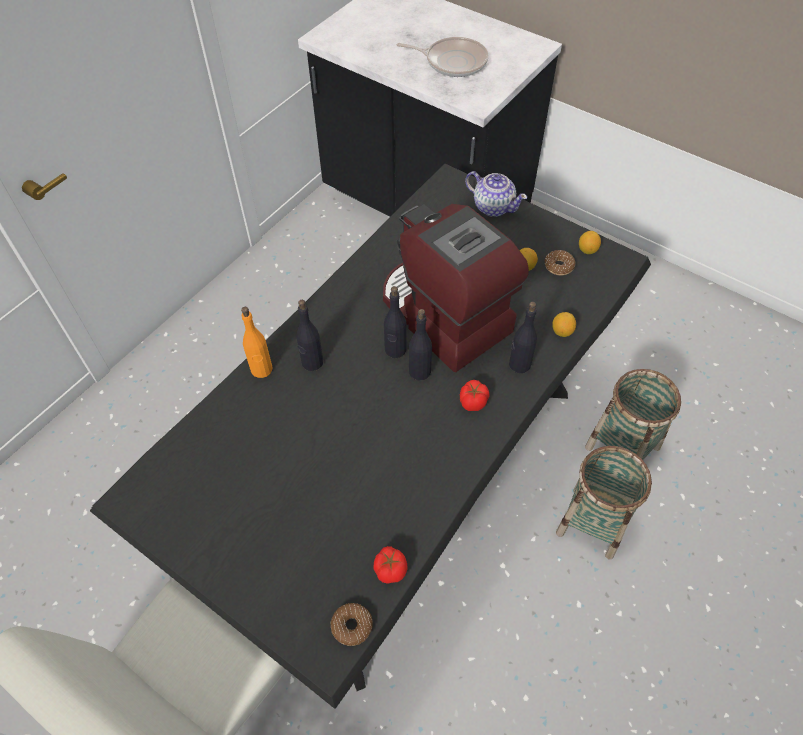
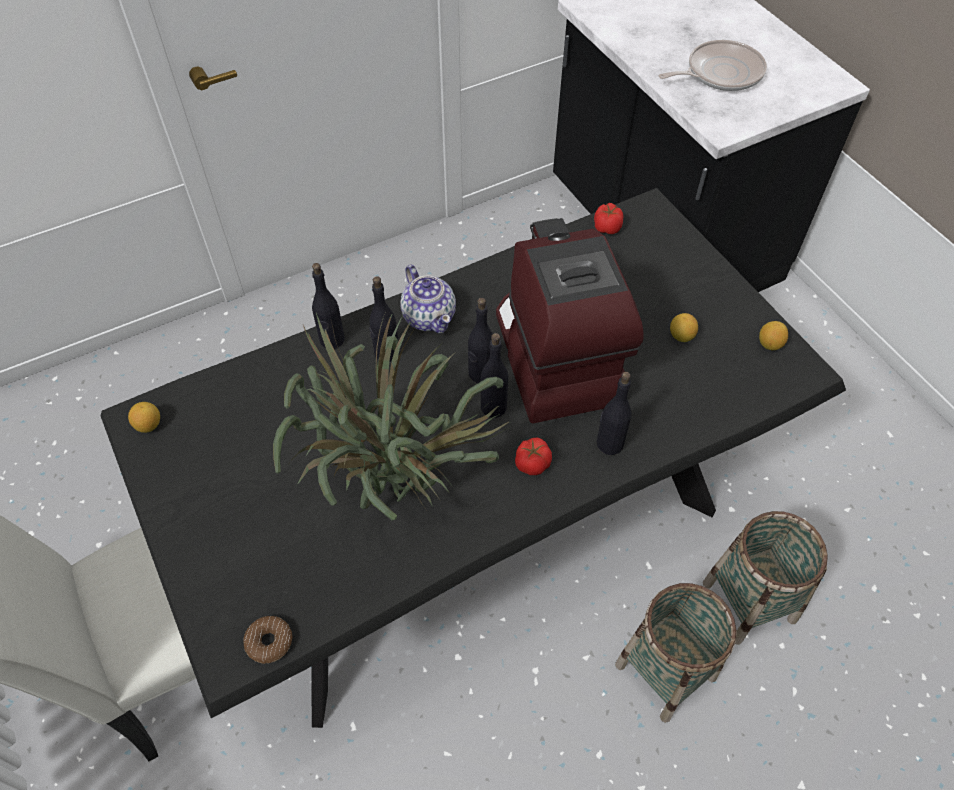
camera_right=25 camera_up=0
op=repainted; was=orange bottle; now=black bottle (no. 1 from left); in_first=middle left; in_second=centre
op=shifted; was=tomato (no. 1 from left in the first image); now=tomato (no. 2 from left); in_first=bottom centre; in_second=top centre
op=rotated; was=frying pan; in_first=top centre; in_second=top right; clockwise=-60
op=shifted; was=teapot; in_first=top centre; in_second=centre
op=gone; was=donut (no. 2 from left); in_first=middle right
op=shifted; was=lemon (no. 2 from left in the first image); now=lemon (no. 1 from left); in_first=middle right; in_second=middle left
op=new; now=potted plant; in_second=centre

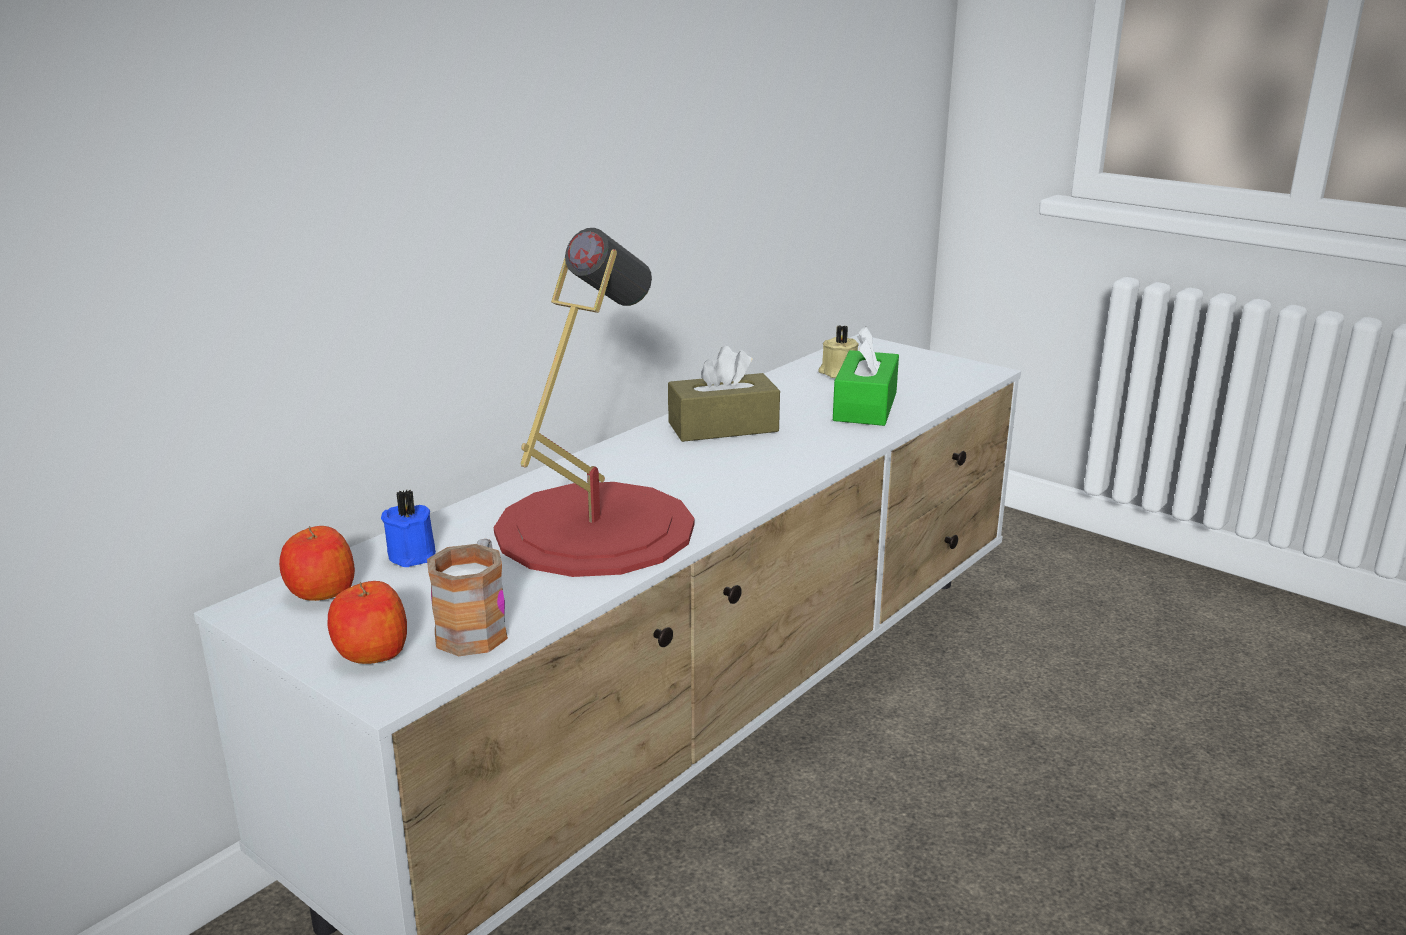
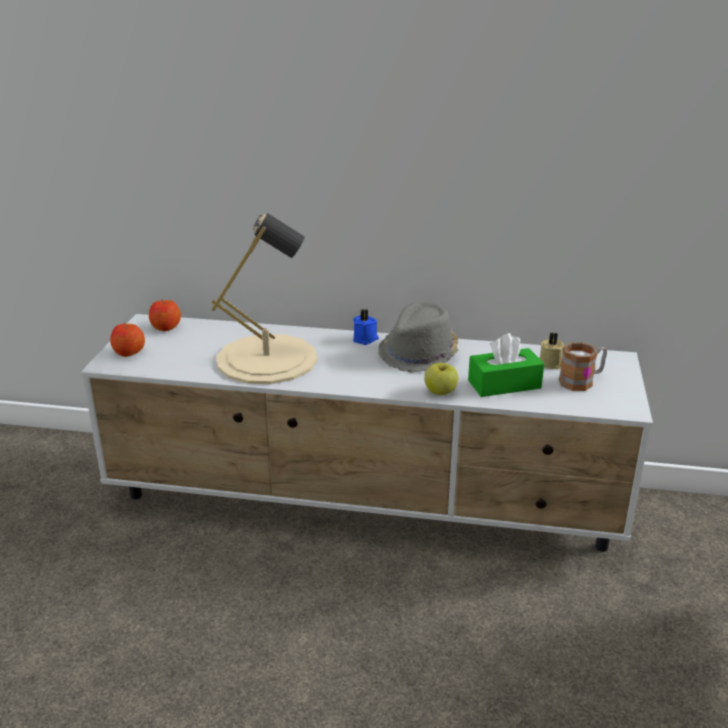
camera_right=60 camera_up=5
op=shifted; was=blue candle; in_first=middle left; in_second=centre
op=shifted; was=mug; in_first=middle left; in_second=middle right
op=repainted; was=red table lamp; now=beige table lamp; in_first=centre; in_second=centre
op=swapped; was=brown tissue box; now=grey hat; in_first=centre; in_second=centre
op=new; now=apple (no. 3 from left); in_second=centre

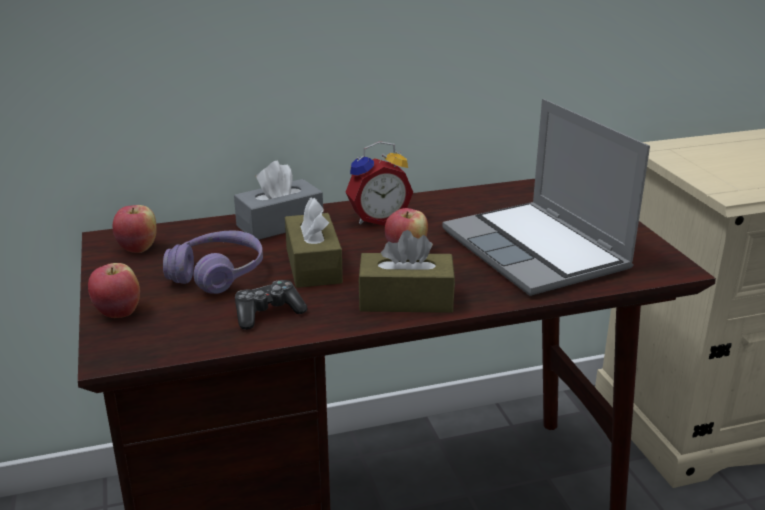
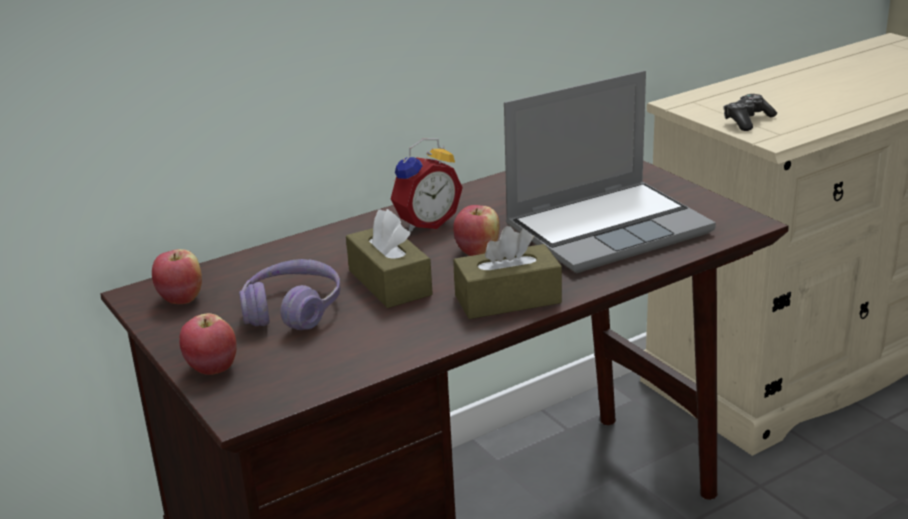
camera_right=-15 camera_up=0
op=gone; was=grey tissue box; in_first=centre
op=shifted; was=game controller; in_first=centre; in_second=top right
op=rotated; was=laptop; in_first=middle right; in_second=top right; clockwise=-75

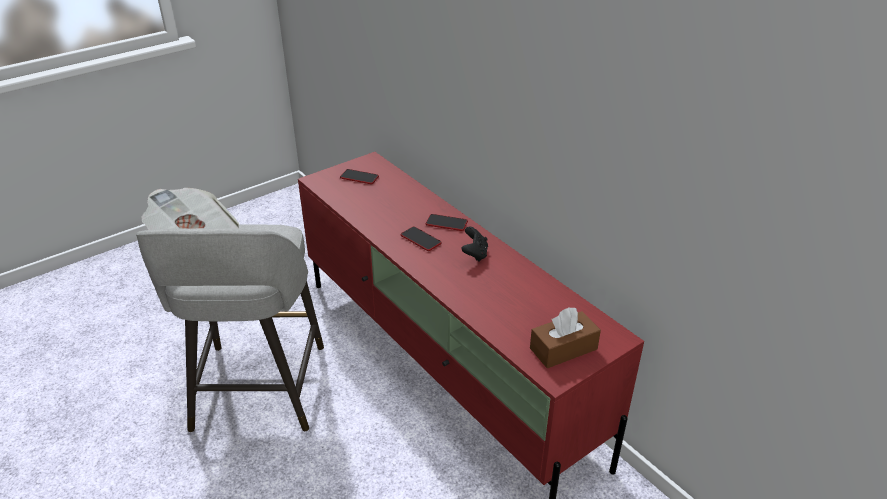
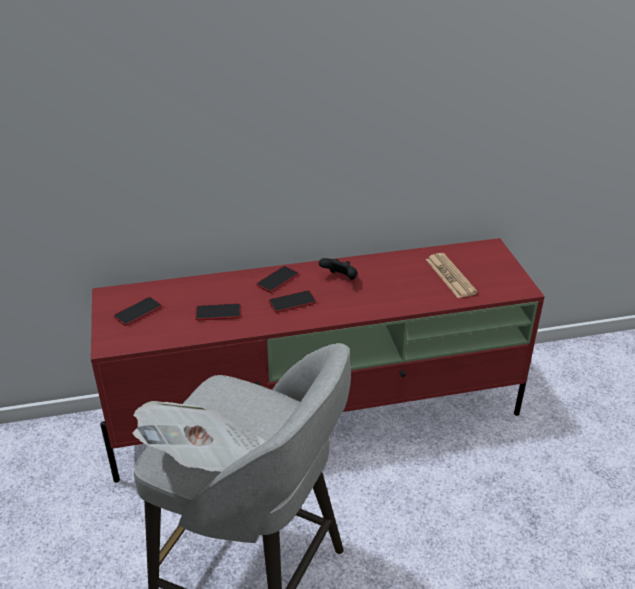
camera_right=-65 camera_up=0
op=gone; was=brown tissue box; in_first=bottom centre
op=new; now=phone (no. 2 from left); in_second=centre
op=new; now=newspaper (no. 2 from left); in_second=middle right

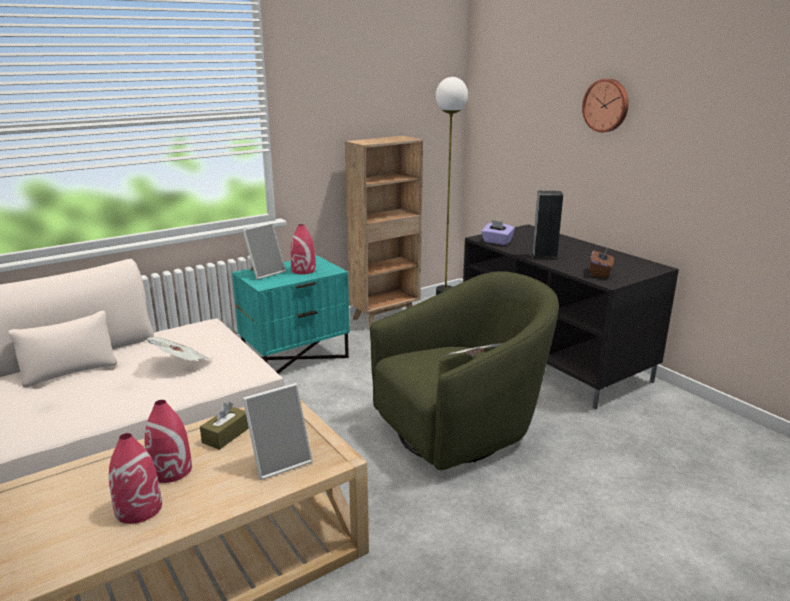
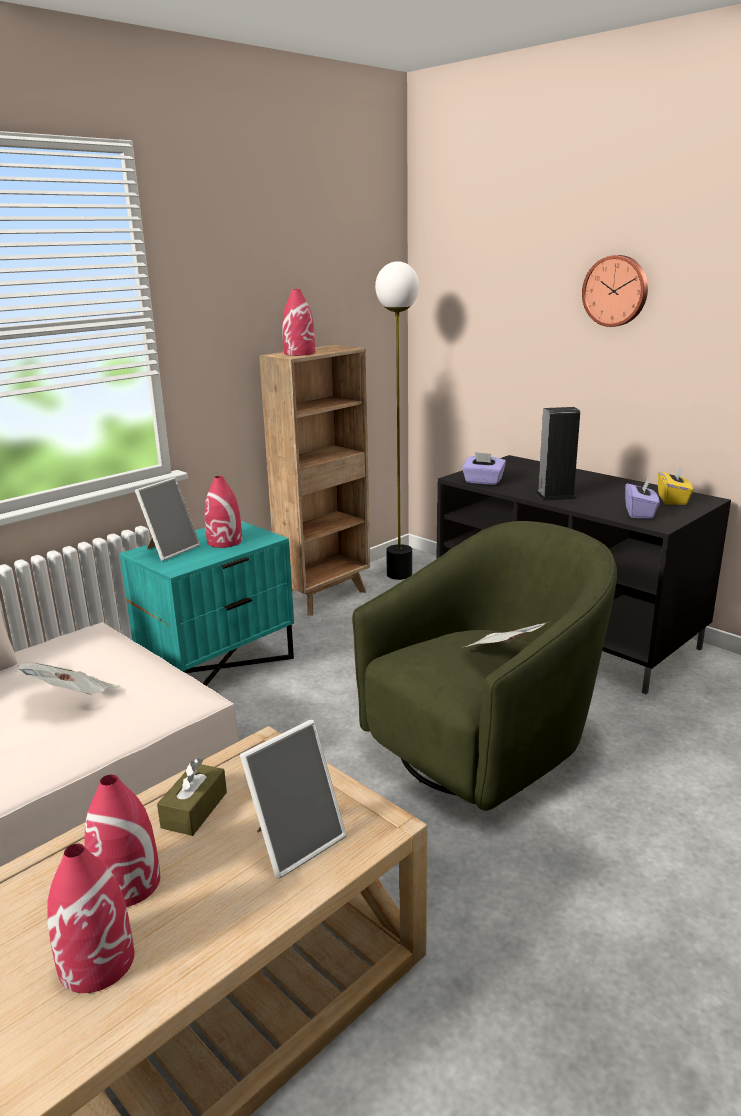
camera_right=-10 camera_up=0
op=repainted; was=brown tissue box (no. 2 from left); now=purple tissue box (no. 2 from left); in_first=middle right; in_second=middle right
op=new; now=red vase (no. 4 from left); in_second=top centre
op=new; now=yellow tissue box; in_second=middle right

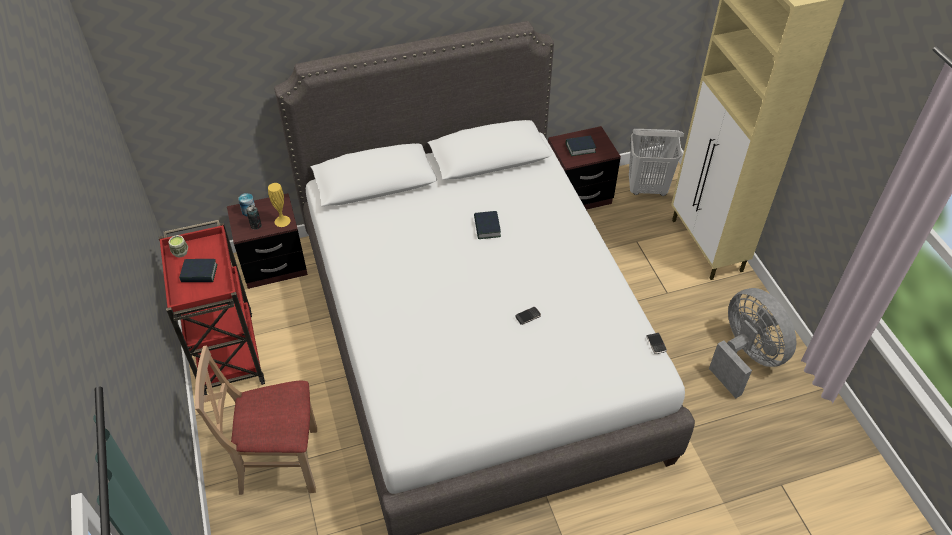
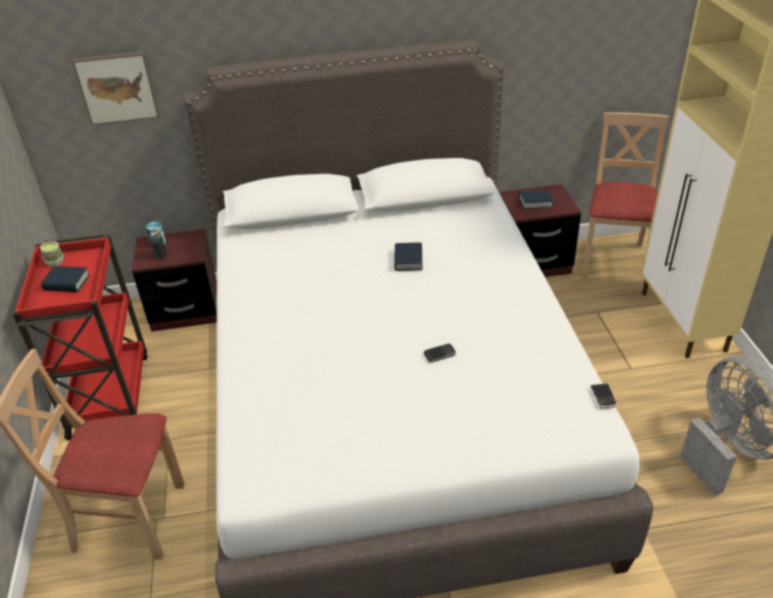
camera_right=10 camera_up=-10
op=gone; was=yellow vase; in_first=middle left
op=swapped; was=white laundry basket; now=beige chair (no. 2 from left); in_first=top right; in_second=top right
op=new; now=picture; in_second=top left

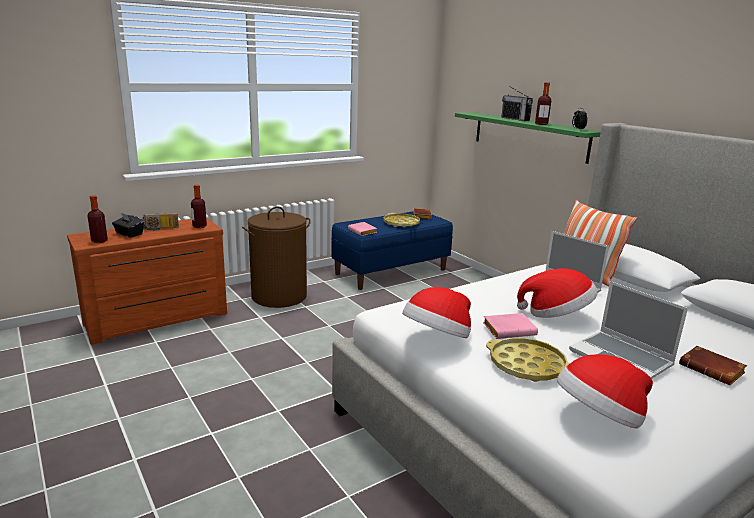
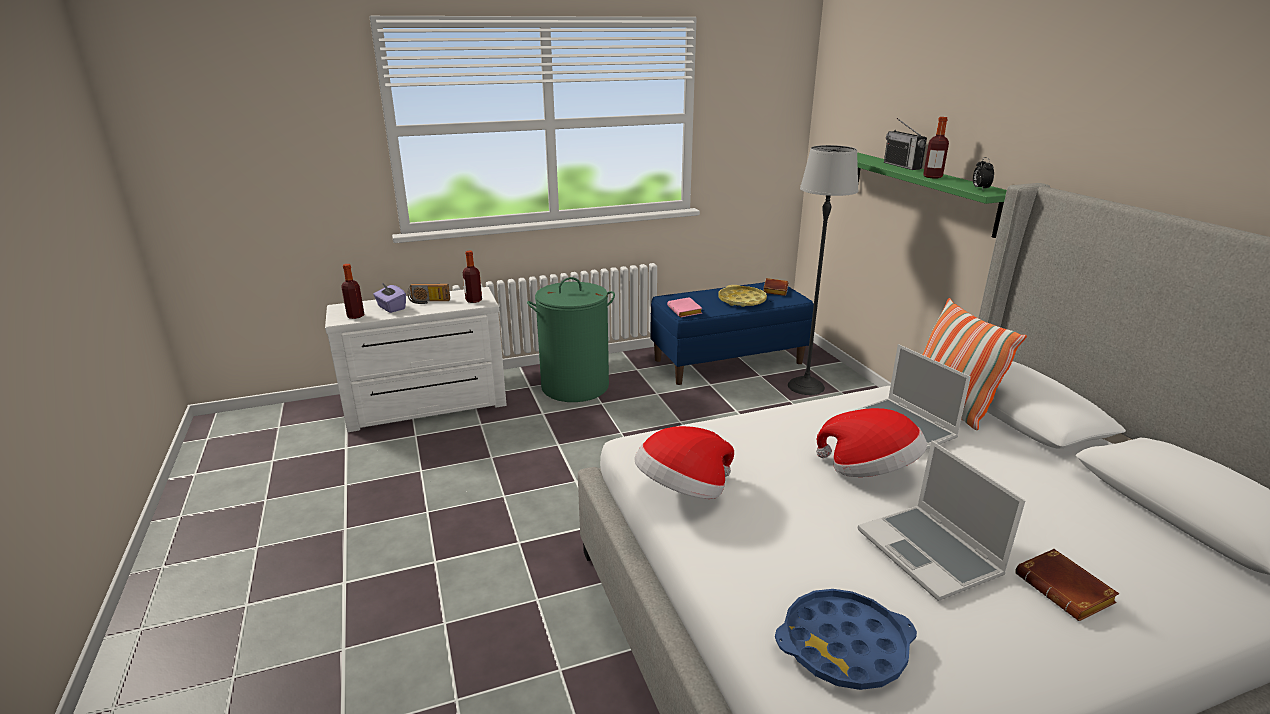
camera_right=15 camera_up=5
op=repainted; was=brown dresser; now=white dresser; in_first=middle left; in_second=middle left
op=repainted; was=black tissue box; now=purple tissue box; in_first=middle left; in_second=middle left
op=repainted; was=brown laundry basket; now=green laundry basket; in_first=centre; in_second=centre
op=gone; was=pink book (no. 2 from left); in_first=middle right
op=gone; was=yellow tray (no. 2 from left); in_first=bottom right
op=swapped; was=hat (no. 3 from left); now=blue tray; in_first=bottom right; in_second=bottom centre
op=new; now=floor lamp; in_second=centre

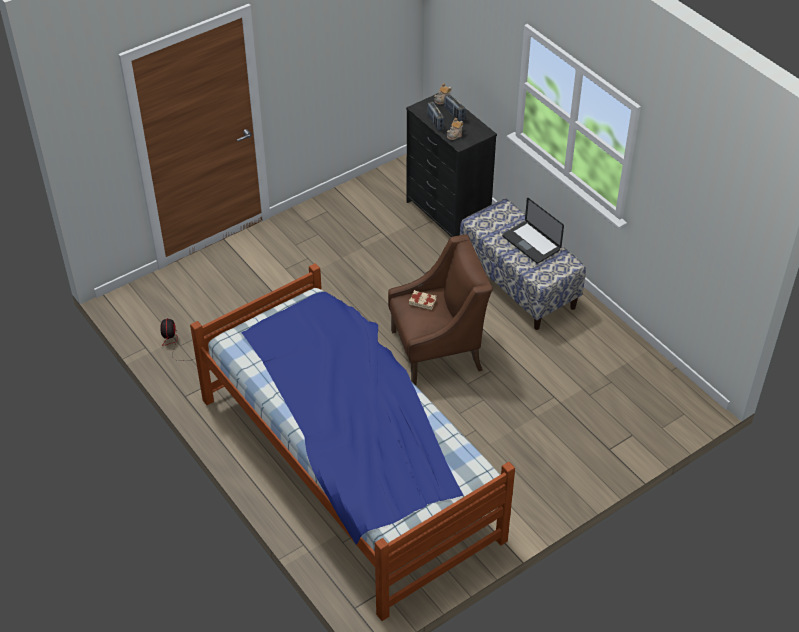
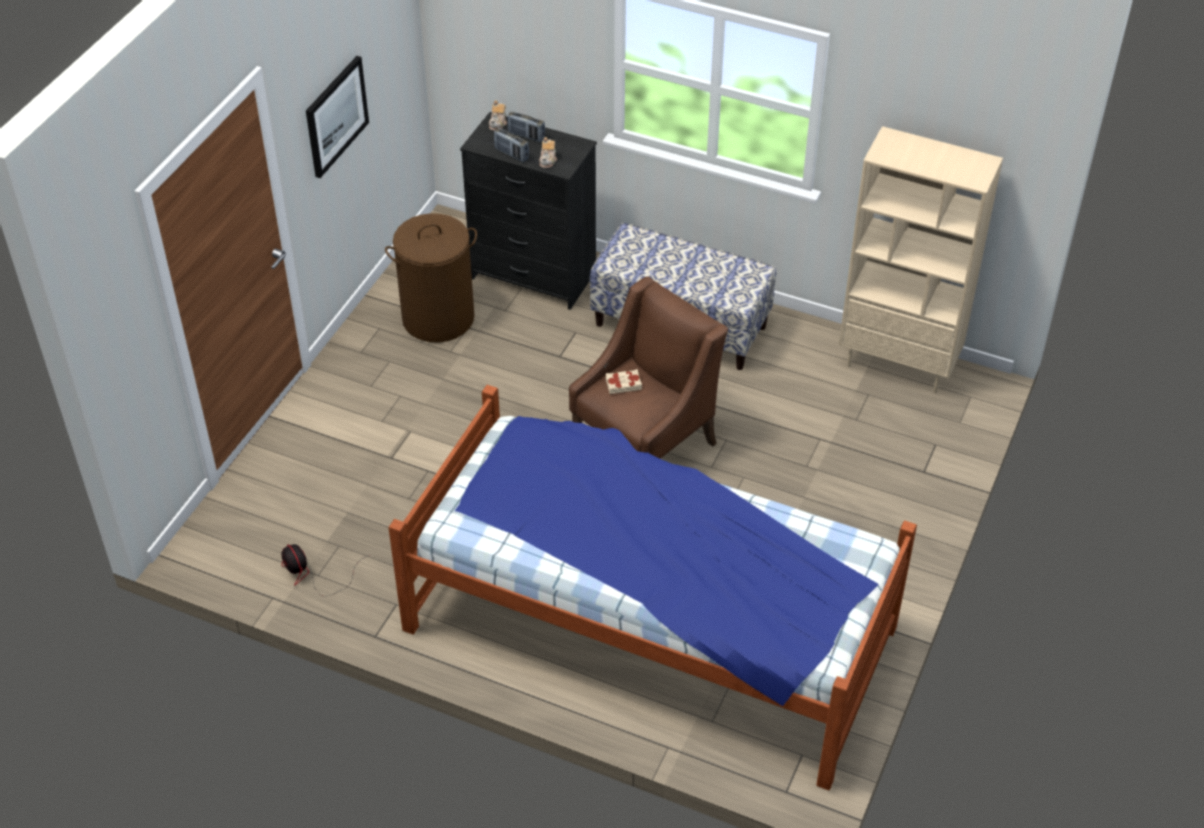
camera_right=-30 camera_up=0
op=gone; was=laptop; in_first=middle right
op=new; now=picture; in_second=top left
op=new; now=brown laundry basket; in_second=centre
op=new; now=beige bookcase; in_second=top right

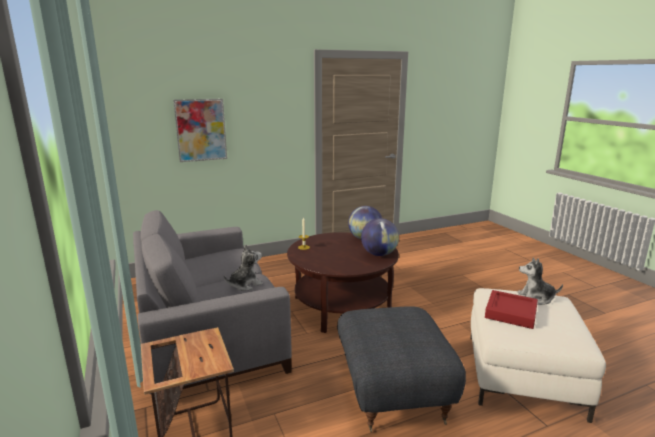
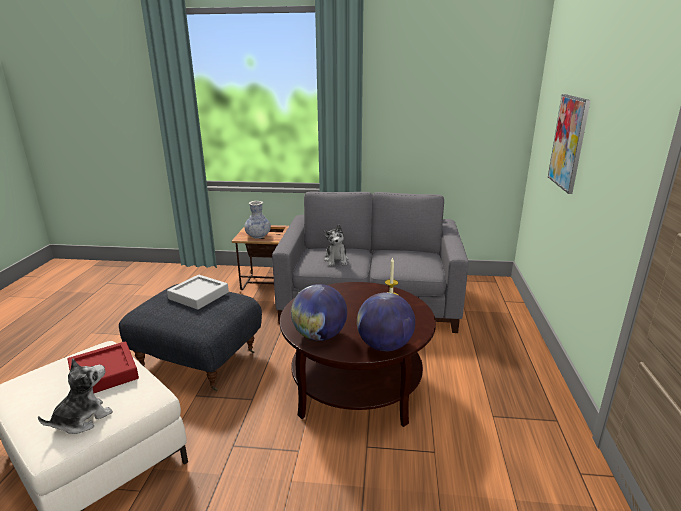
camera_right=120 camera_up=5
op=new; now=grey tray; in_second=middle left
op=new; now=vase; in_second=centre

